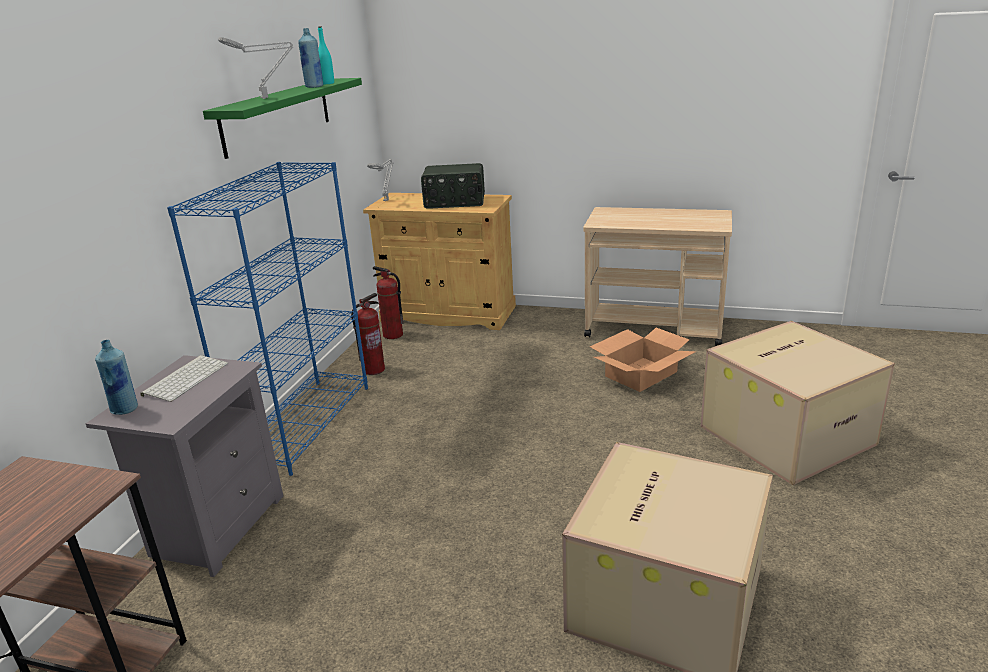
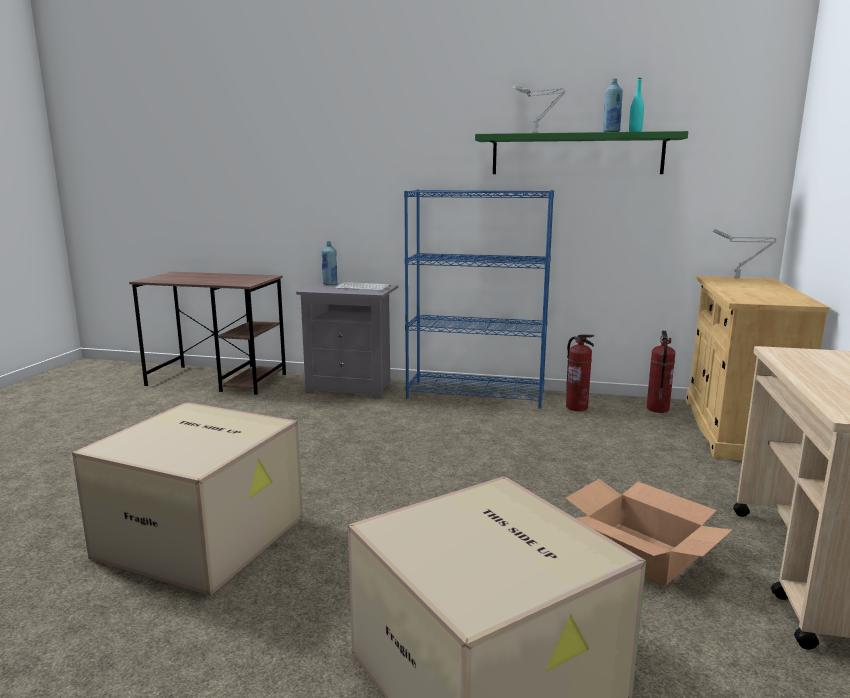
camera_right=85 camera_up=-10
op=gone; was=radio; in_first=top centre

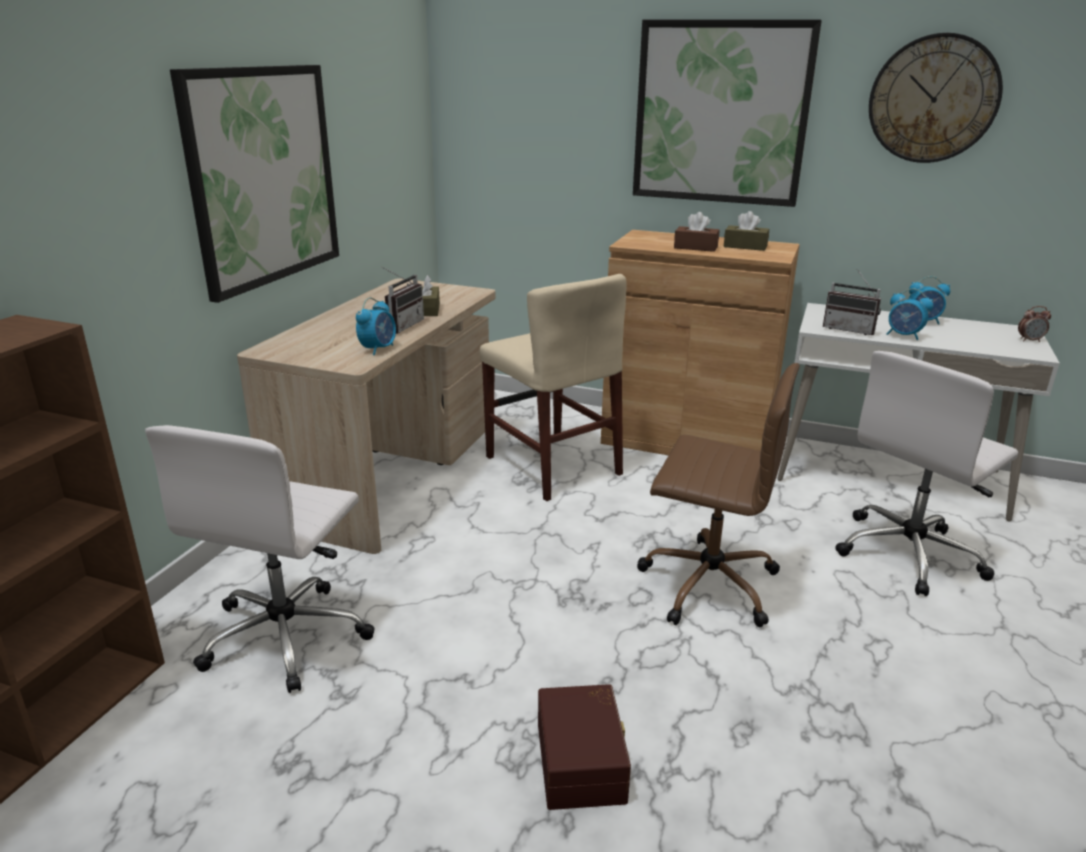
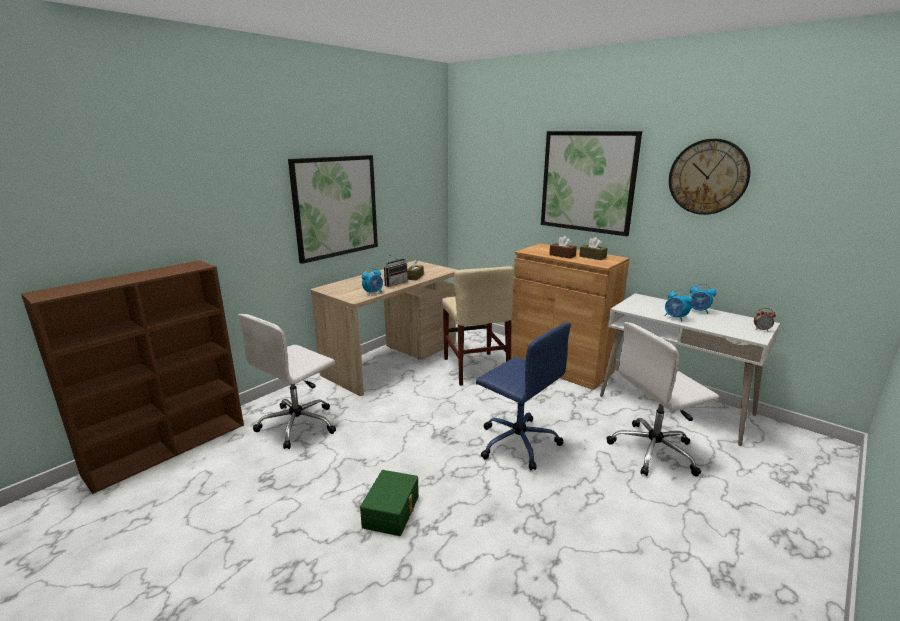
camera_right=20 camera_up=-5
op=repainted; was=brown storage box; now=green storage box; in_first=bottom centre; in_second=bottom centre
op=repainted; was=brown office chair; now=blue office chair; in_first=centre; in_second=centre
op=gone; was=radio (no. 2 from left); in_first=middle right

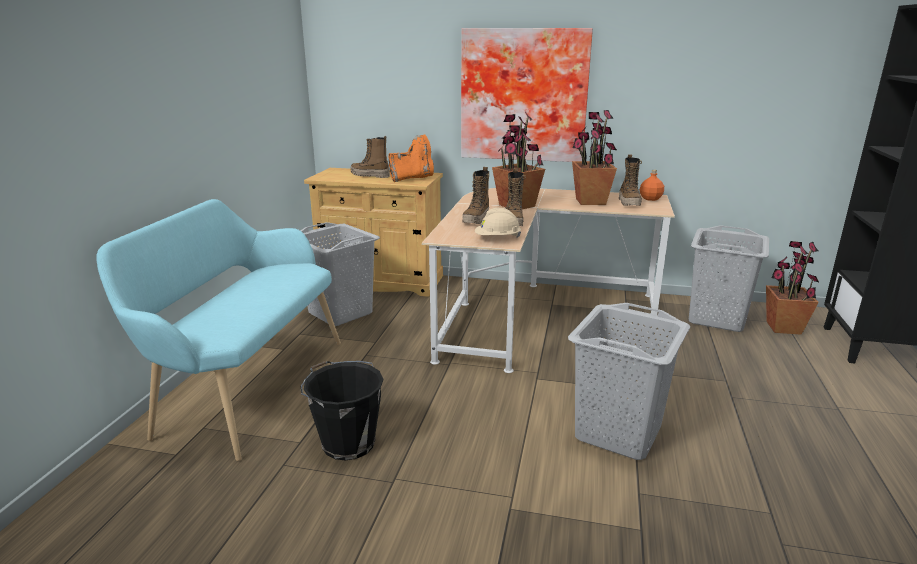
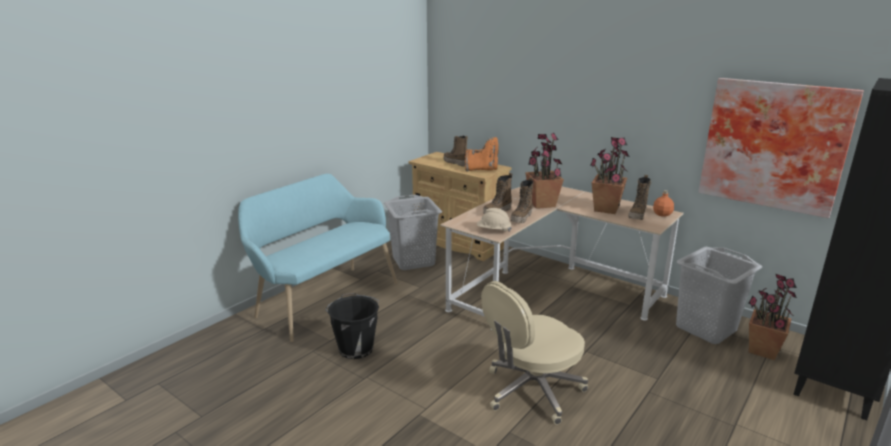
camera_right=25 camera_up=0
op=shifted; was=picture; in_first=top centre; in_second=top right
op=swapped; was=grey laundry basket (no. 2 from left); now=beige office chair; in_first=bottom right; in_second=bottom centre

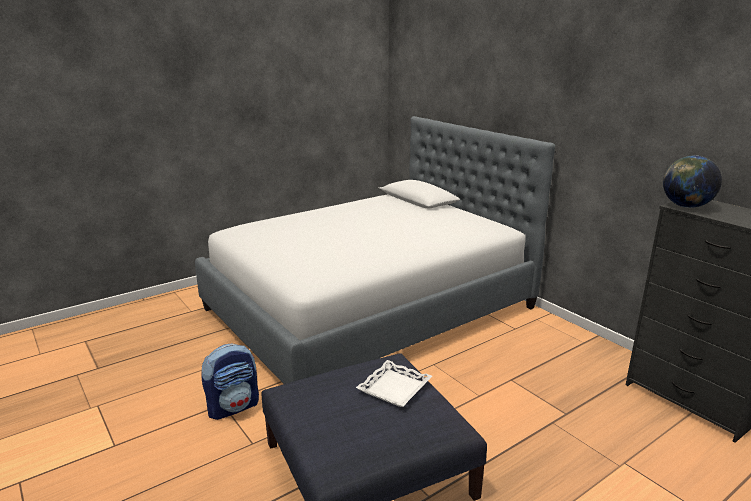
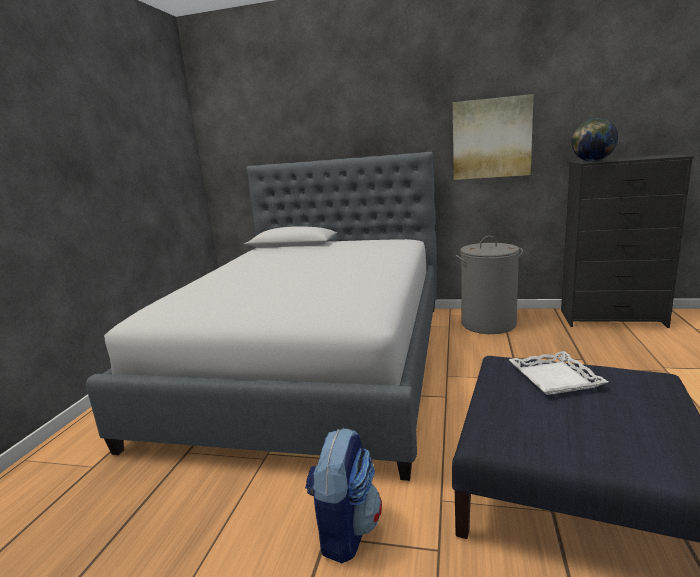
camera_right=-40 camera_up=-5
op=new; now=picture; in_second=top right
op=new; now=grey laundry basket; in_second=middle right

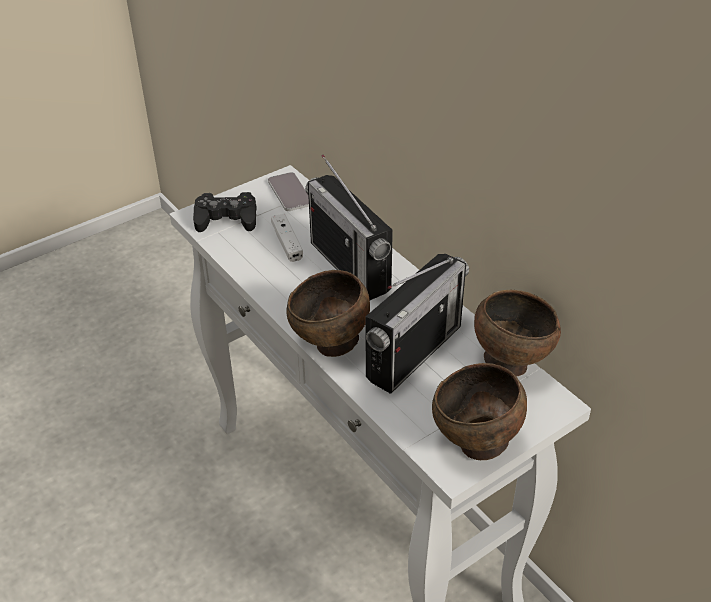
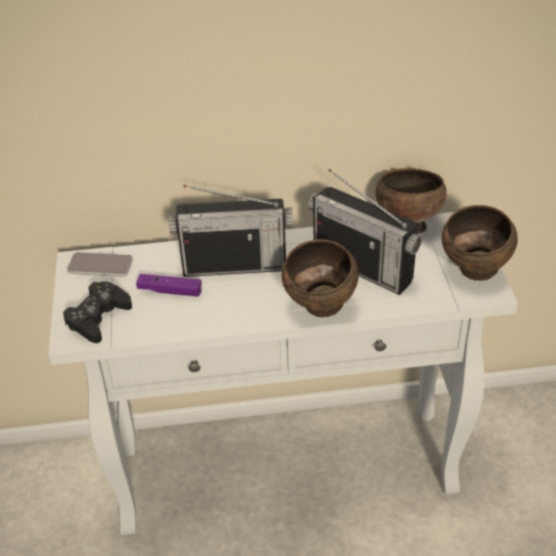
camera_right=-60 camera_up=0
op=repainted; was=white game controller; now=purple game controller; in_first=centre; in_second=middle left
op=rotated; was=radio (no. 2 from left); in_first=centre; in_second=centre; clockwise=150

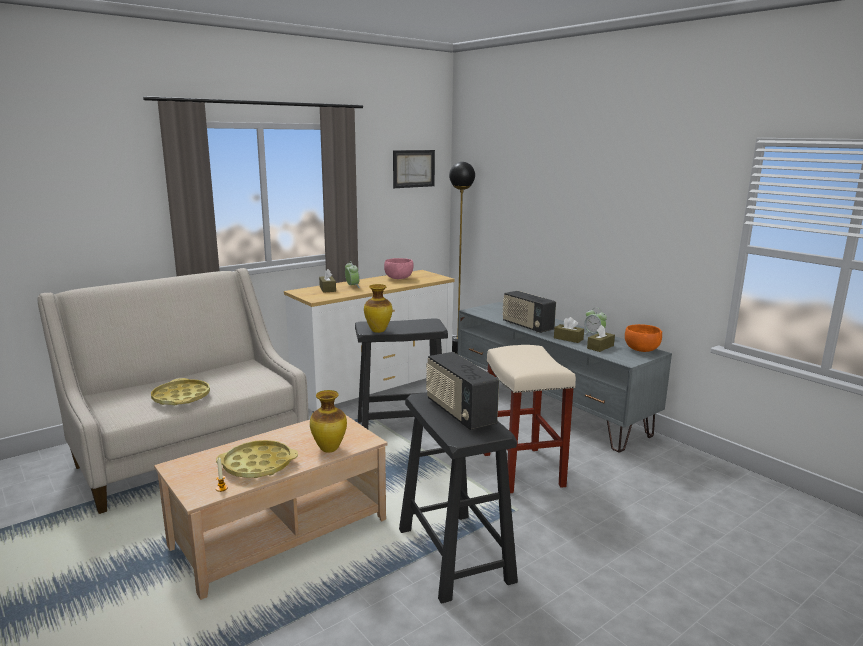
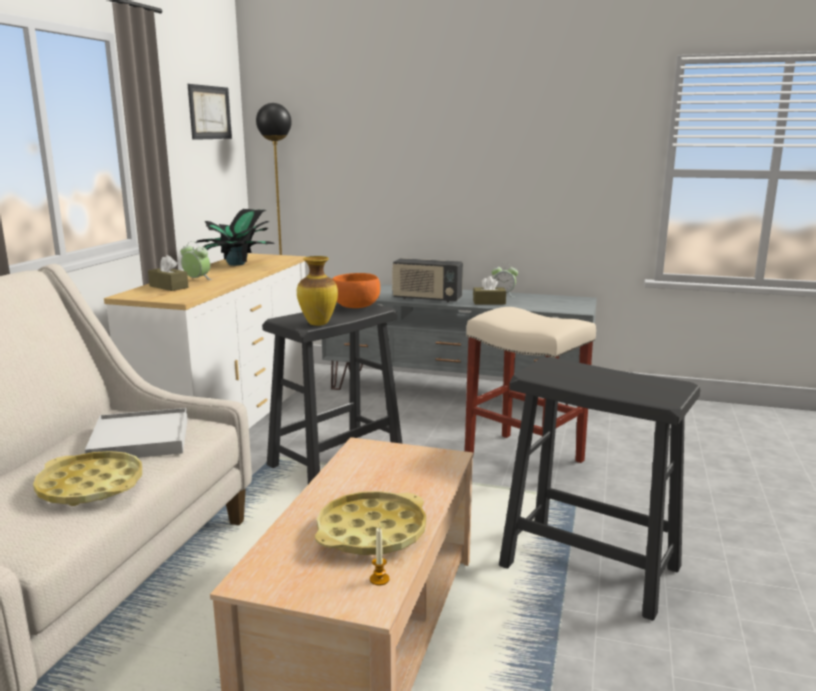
camera_right=-35 camera_up=0
op=gone; was=vase (no. 1 from left); in_first=centre
op=swapped; was=pink bowl; now=potted plant; in_first=centre; in_second=middle left
op=gone; was=radio (no. 1 from left); in_first=centre
op=gone; was=brown tissue box (no. 3 from left); in_first=middle right
op=shifted; was=orange bowl; in_first=middle right; in_second=centre
op=new; now=white tray; in_second=middle left

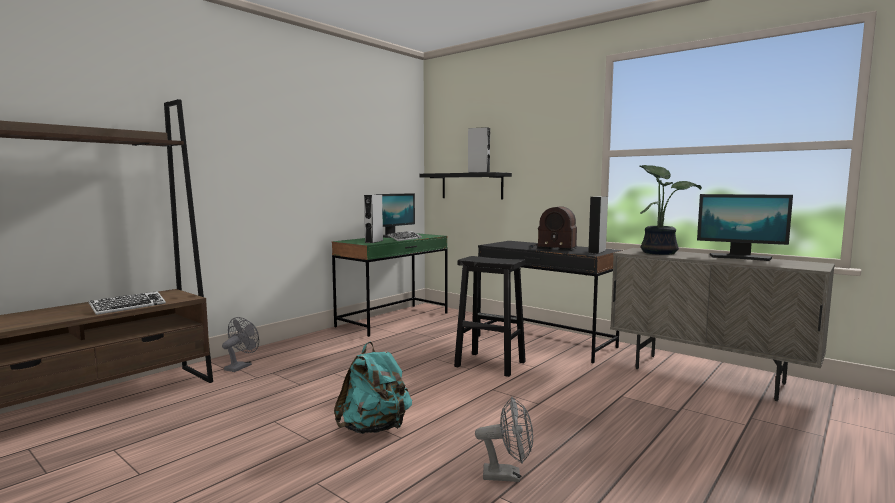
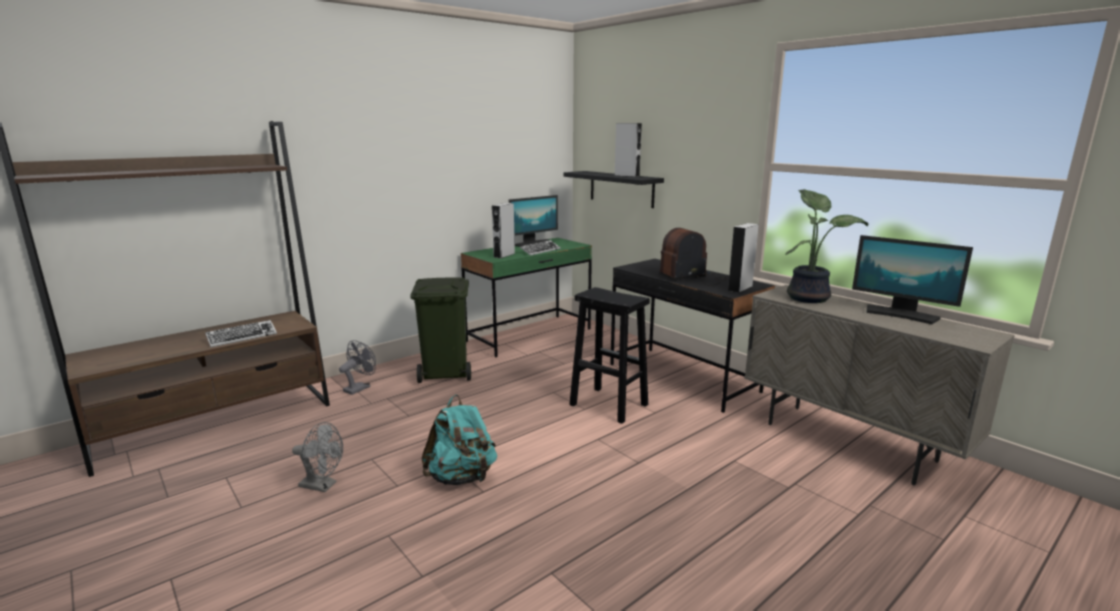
camera_right=10 camera_up=10
op=shifted; was=grey fan (no. 2 from left in the first image); now=grey fan (no. 1 from left); in_first=bottom centre; in_second=bottom left
op=rotated; was=radio; in_first=centre; in_second=centre; clockwise=120
op=new; now=green trash can; in_second=centre

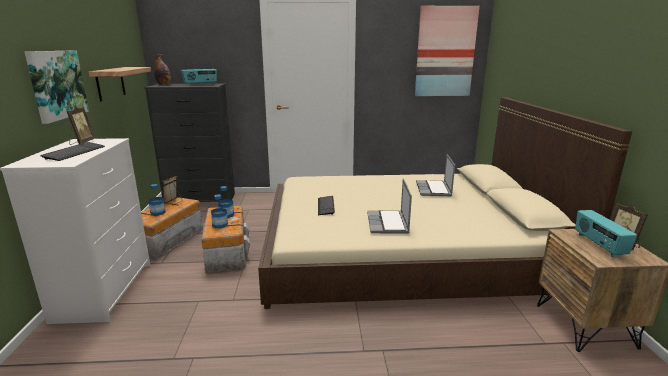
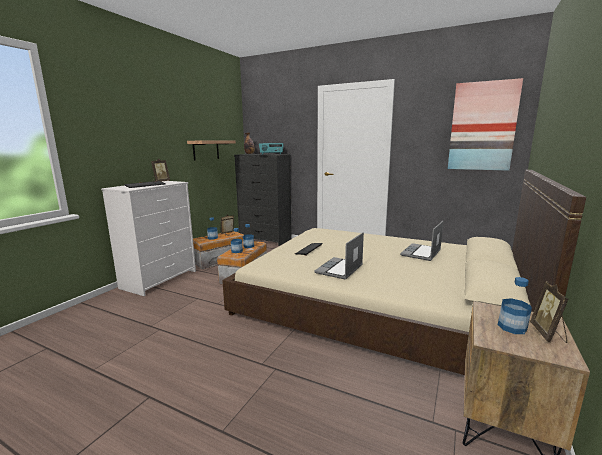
camera_right=30 camera_up=-5
op=gone; was=picture (no. 1 from left); in_first=top left
op=swapped; was=radio (no. 2 from left); now=bottle (no. 5 from left); in_first=middle right; in_second=bottom right

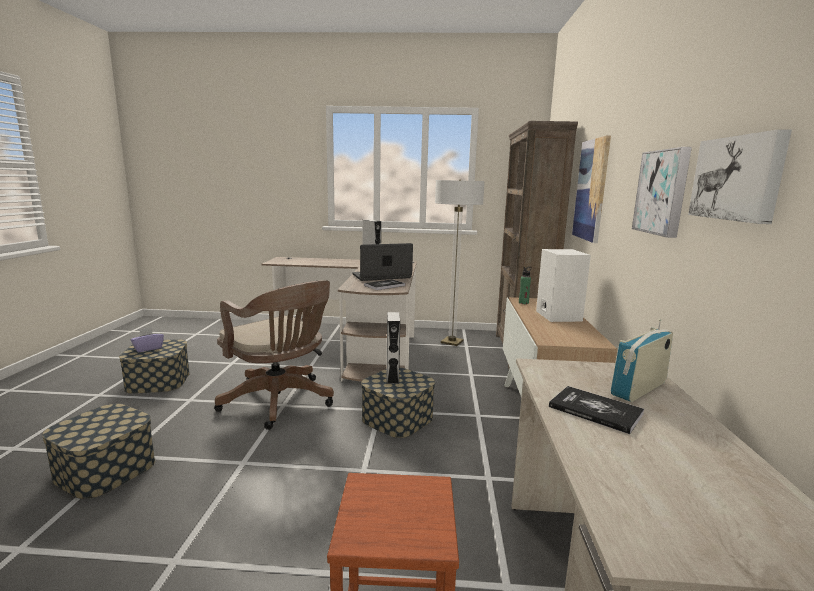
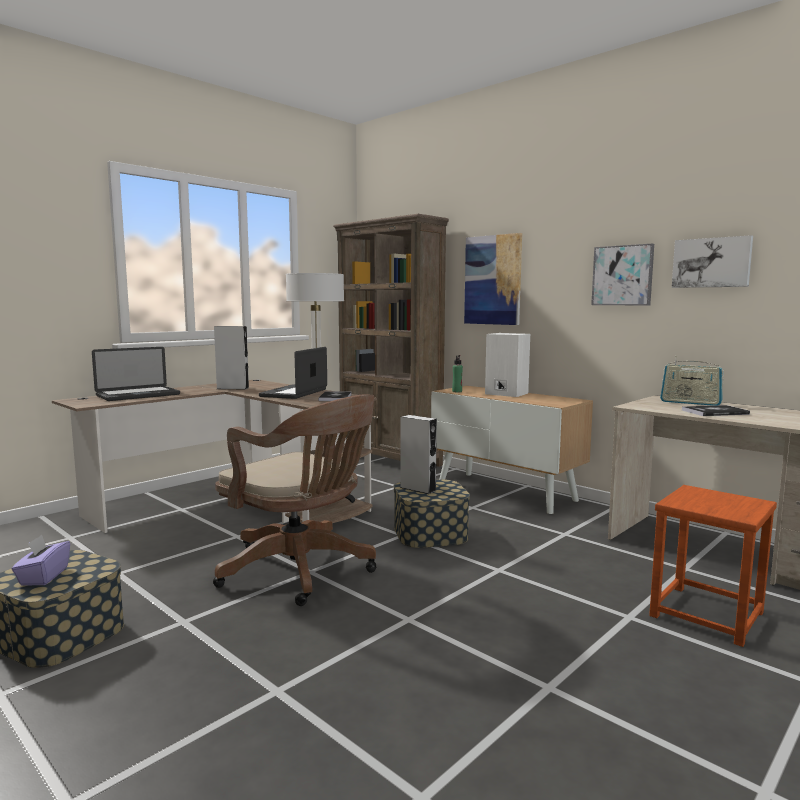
camera_right=-50 camera_up=-5
op=gone; was=storage box (no. 1 from left); in_first=bottom left
op=rotated; was=brown office chair; in_first=centre; in_second=centre; clockwise=45
op=rotated; was=radio; in_first=middle right; in_second=middle right; clockwise=-60
op=new; now=laptop (no. 1 from left); in_second=middle left

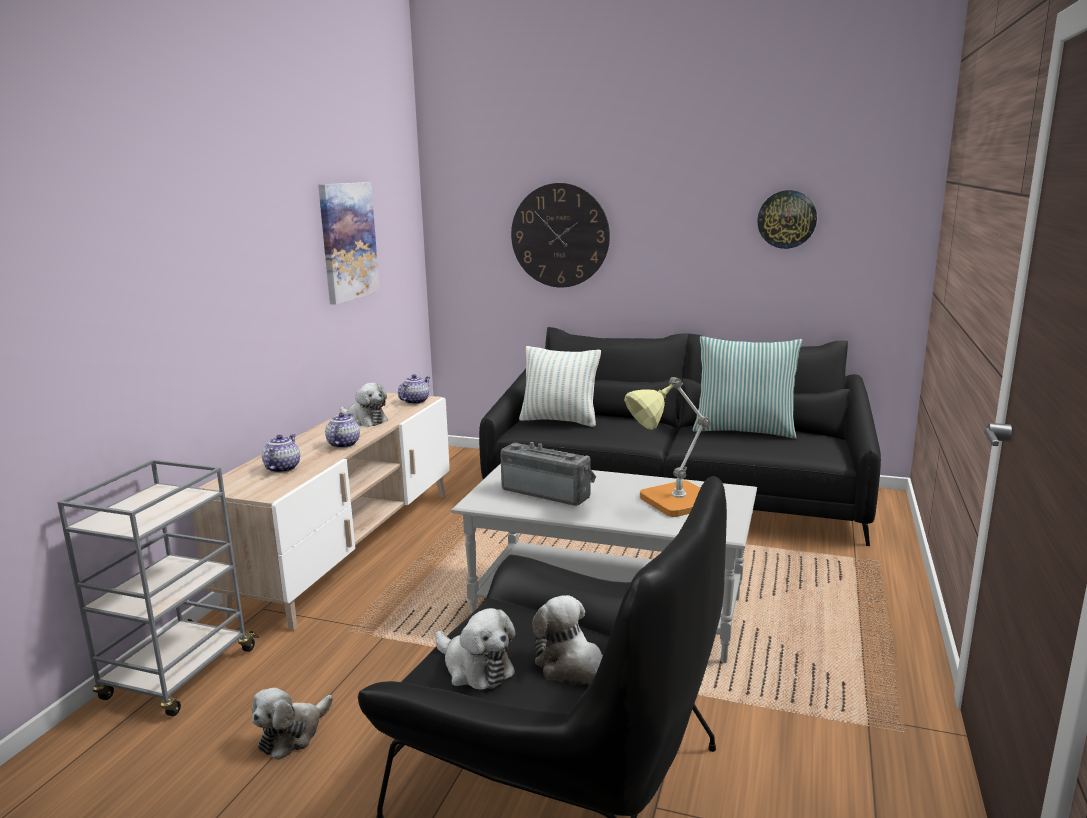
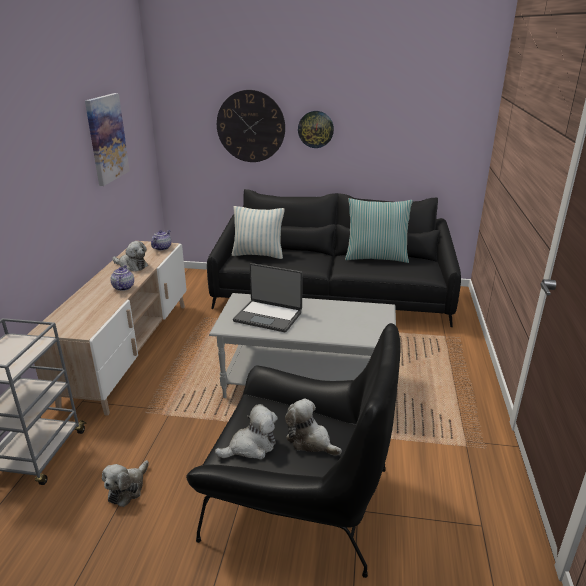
camera_right=-10 camera_up=10
op=gone; was=teapot (no. 1 from left); in_first=middle left
op=rotated; was=plush toy (no. 3 from left); in_first=bottom centre; in_second=bottom centre; clockwise=-60
op=swapped; was=radio; now=laptop; in_first=centre; in_second=centre
op=gone; was=table lamp; in_first=centre
op=shifted; was=wall clock (no. 2 from left); in_first=top right; in_second=top centre

